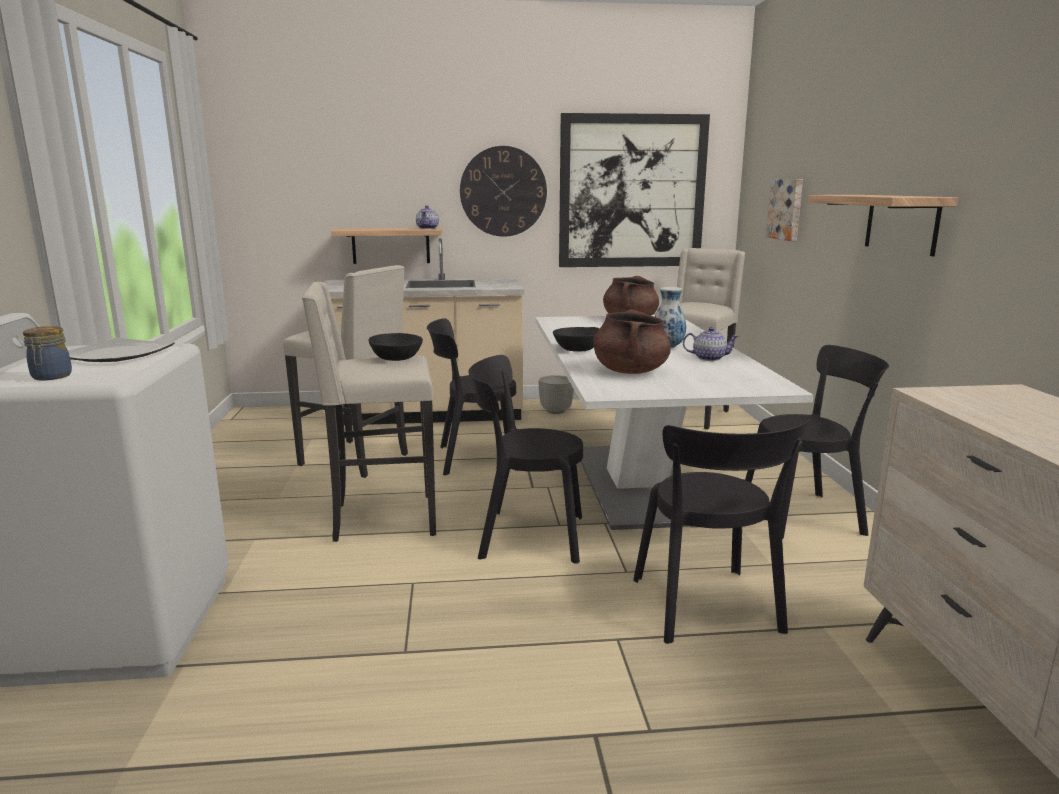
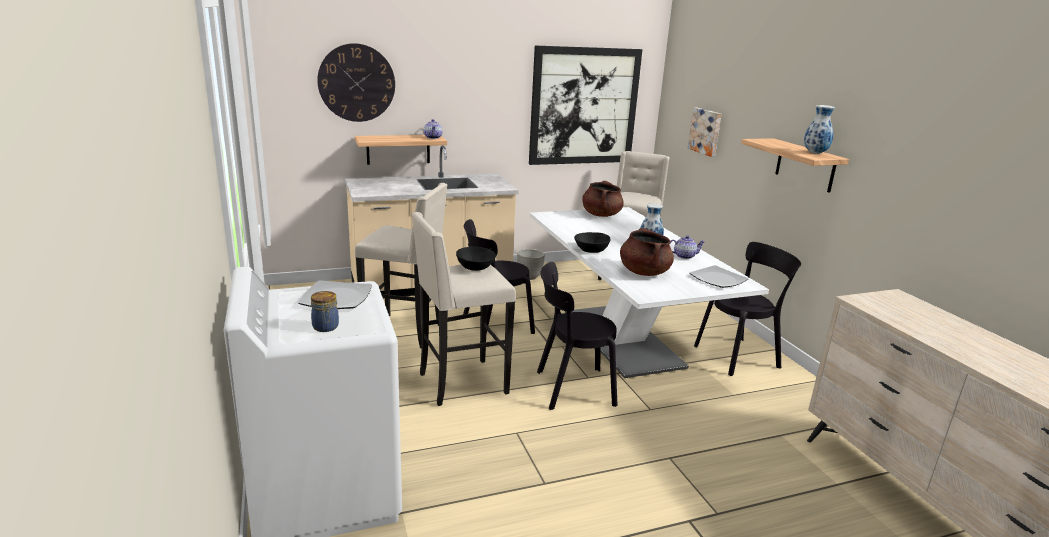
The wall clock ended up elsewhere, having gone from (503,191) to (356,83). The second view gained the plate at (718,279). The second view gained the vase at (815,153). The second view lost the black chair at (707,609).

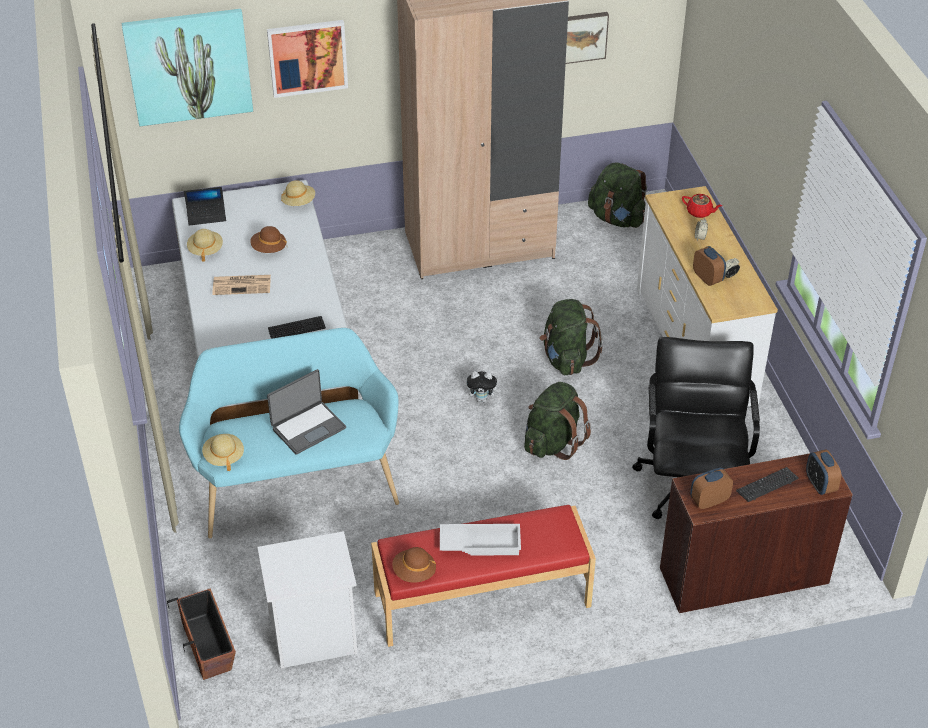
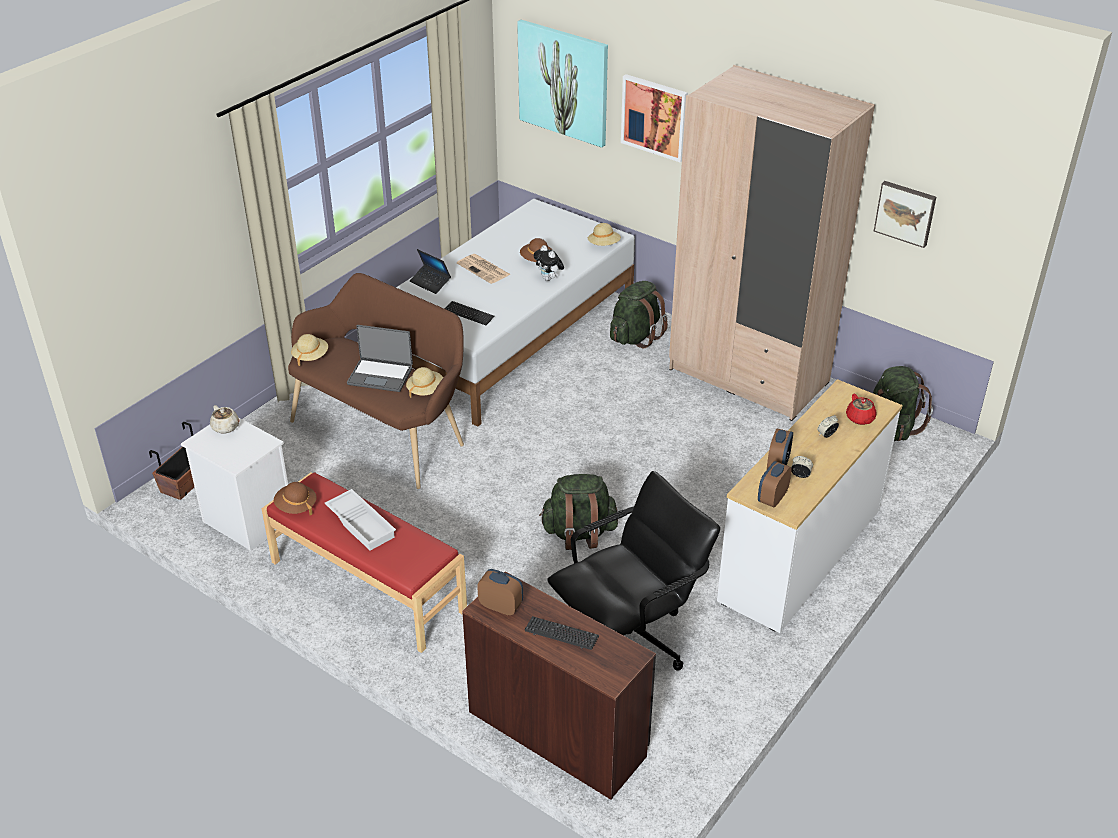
The second view gained the beige teapot at (226,427). What was the turquoise bench at (296,484) turned into the brown bench at (384,431). The beige hat ended up elsewhere, having gone from (205,250) to (425,390). The laptop ended up elsewhere, having gone from (206,216) to (430,283). The plush toy ended up elsewhere, having gone from (482,399) to (549,279). The green backpack ended up elsewhere, having gone from (566,359) to (636,337). The alarm clock ended up elsewhere, having gone from (820,485) to (772,498).

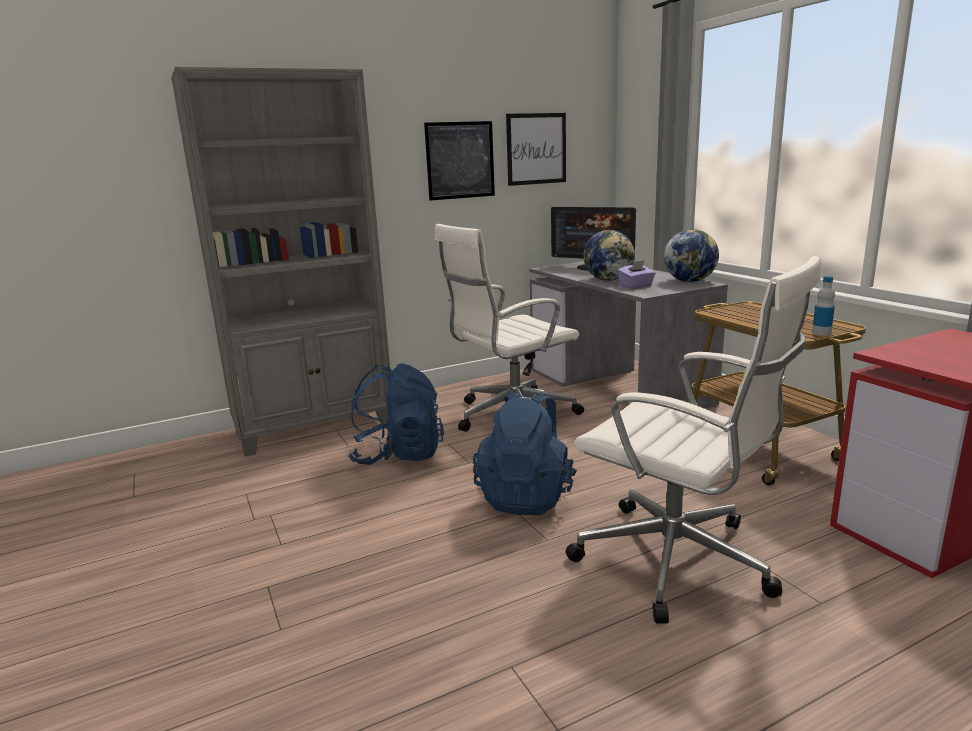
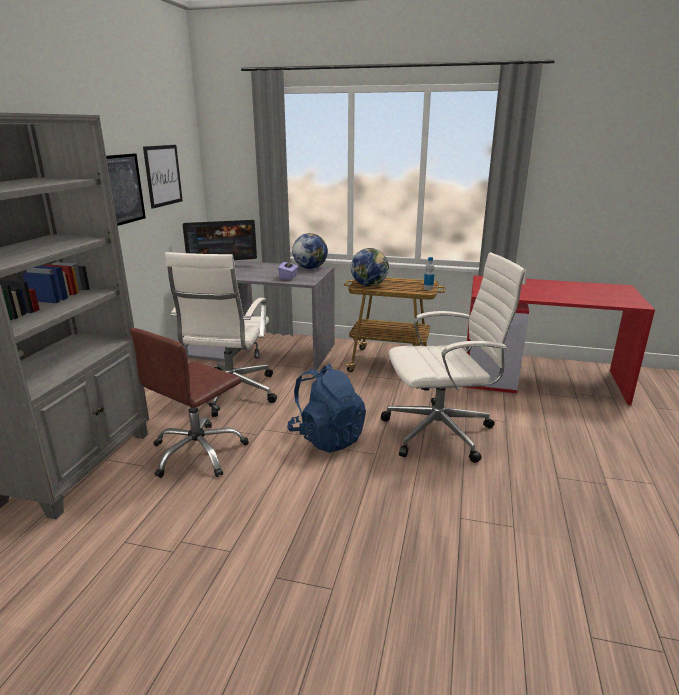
Where the blue backpack stood at (398,455), the brown office chair came to stand at (198,453). The globe ended up elsewhere, having gone from (608,280) to (369,285).

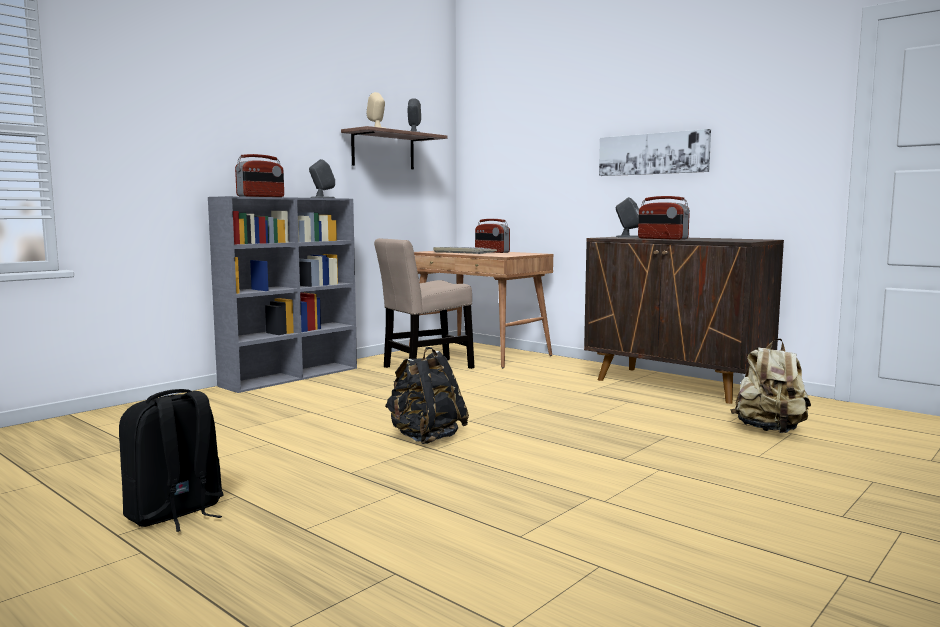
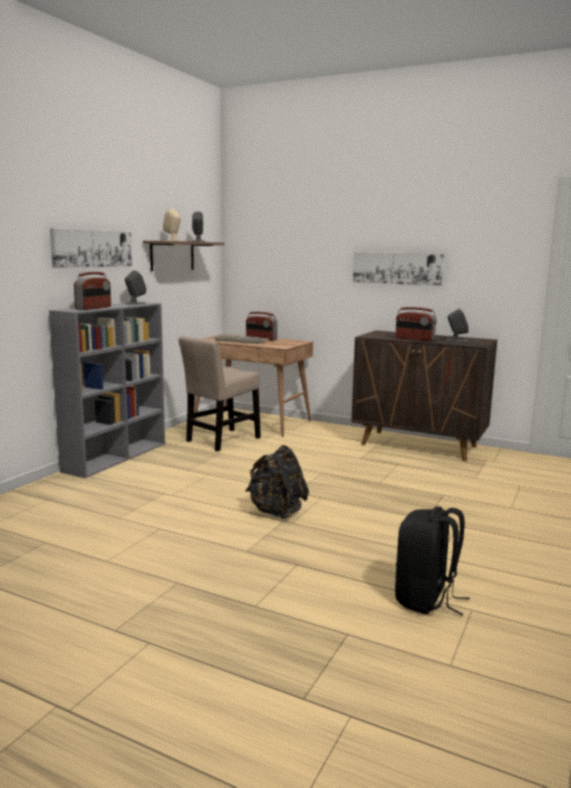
The second view gained the picture at (92,248). The black backpack ended up elsewhere, having gone from (175,514) to (426,599). The grey speaker ended up elsewhere, having gone from (628,237) to (457,340). The second view lost the beige backpack at (770,430).

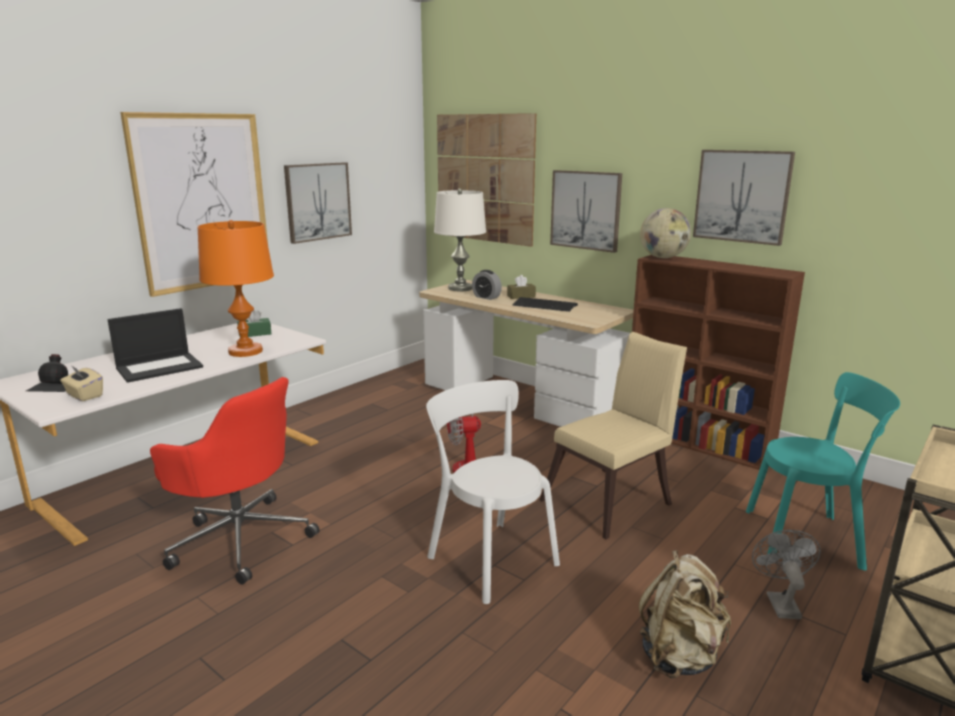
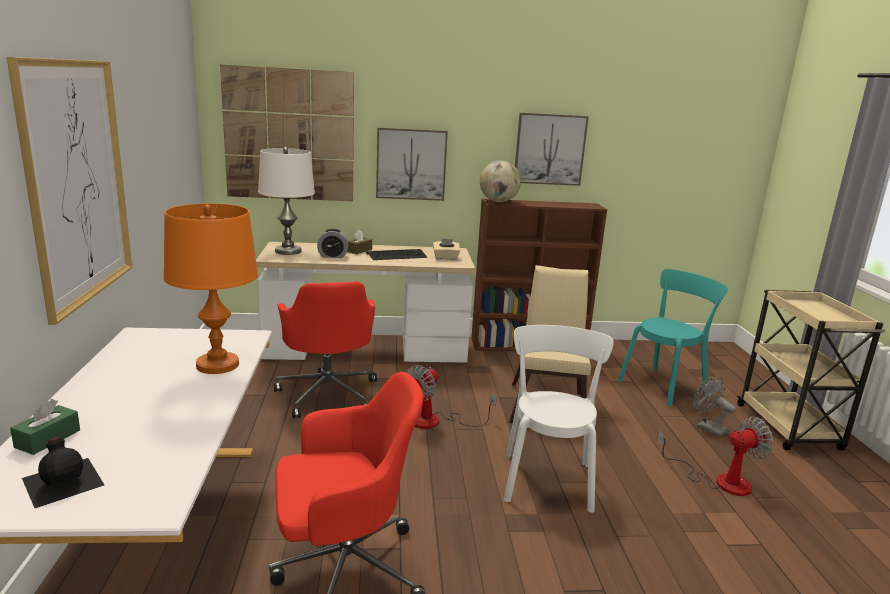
The green tissue box ended up elsewhere, having gone from (255,334) to (48,439). The second view gained the red office chair at (328,393). The beige tissue box ended up elsewhere, having gone from (84,395) to (445,258). The white chair at (489,557) ended up facing another way, 90 degrees clockwise from before. Where the beige backpack stood at (680,655), the fan came to stand at (719,481). The second view lost the laptop at (160,367). The second view lost the picture at (318,201).

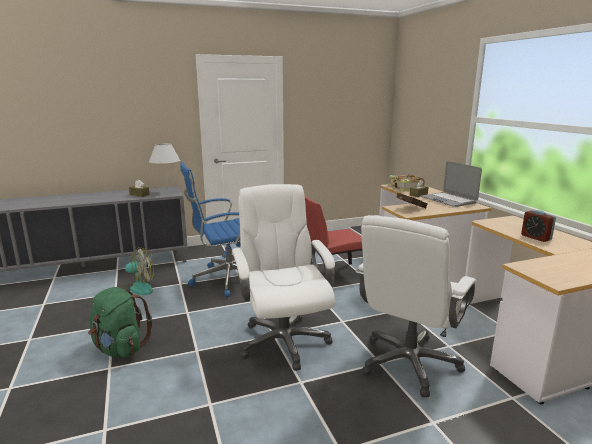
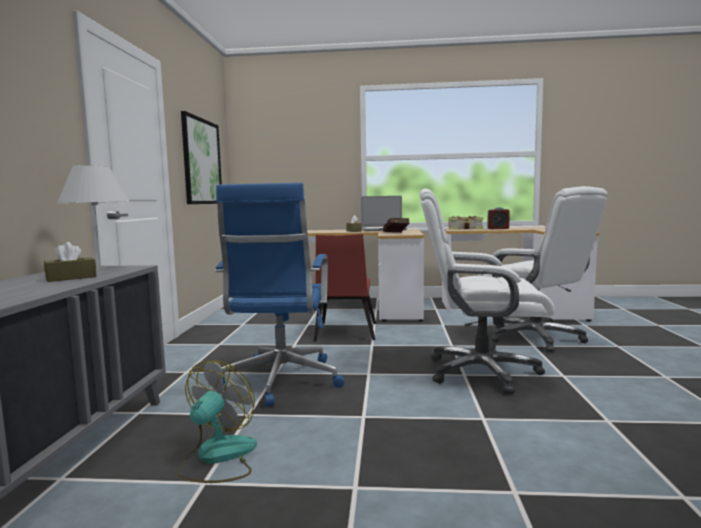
The second view gained the picture at (201,162). The book ended up elsewhere, having gone from (405,188) to (465,229). The second view lost the green backpack at (120,348).

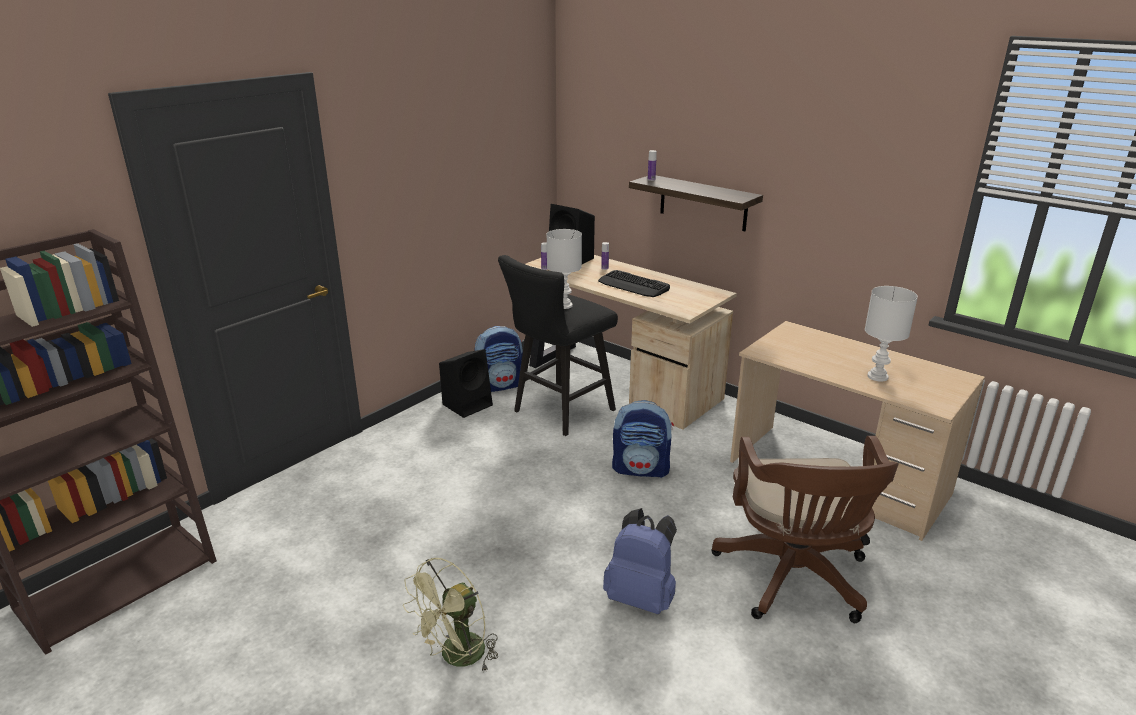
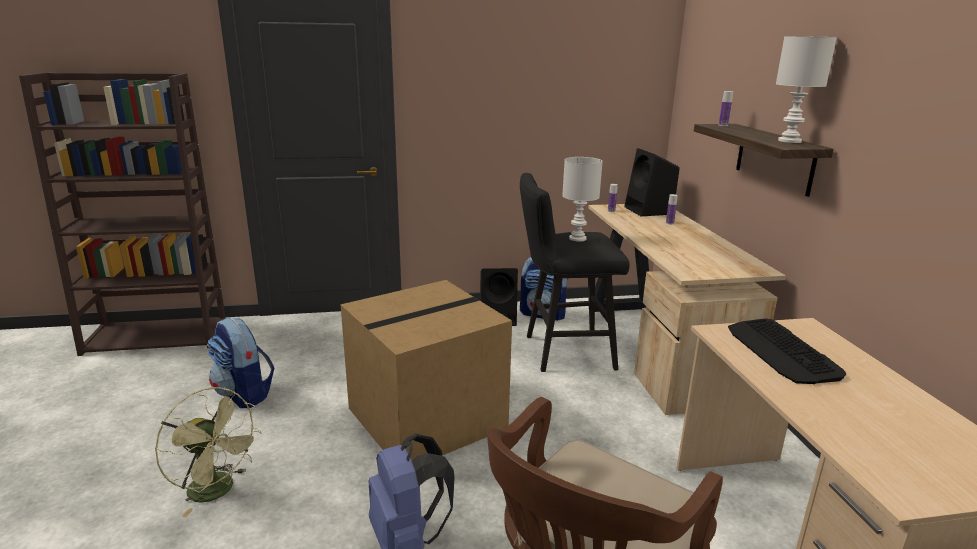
The green fan at (456,658) ended up facing another way, 135 degrees counterclockwise from before. The backpack ended up elsewhere, having gone from (641,469) to (244,394). The second view gained the cardboard box at (427,416). The keyboard ended up elsewhere, having gone from (633,285) to (781,351). The white table lamp ended up elsewhere, having gone from (877,377) to (788,141).

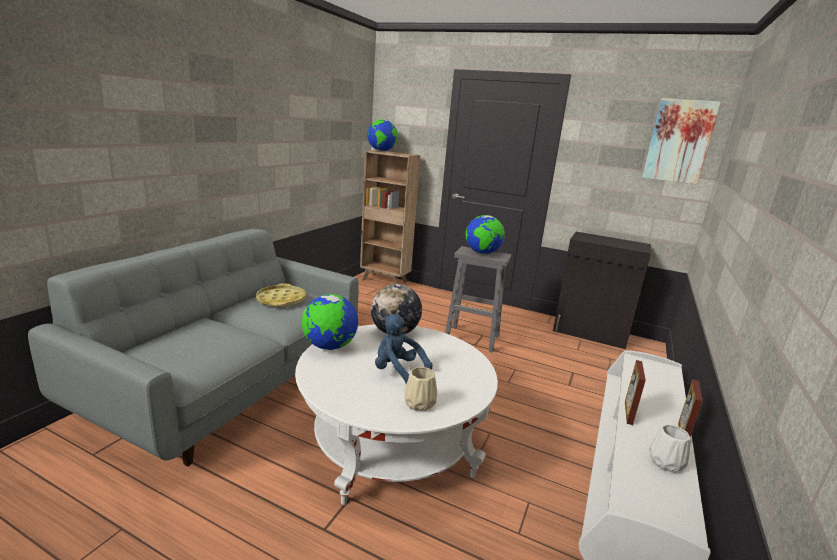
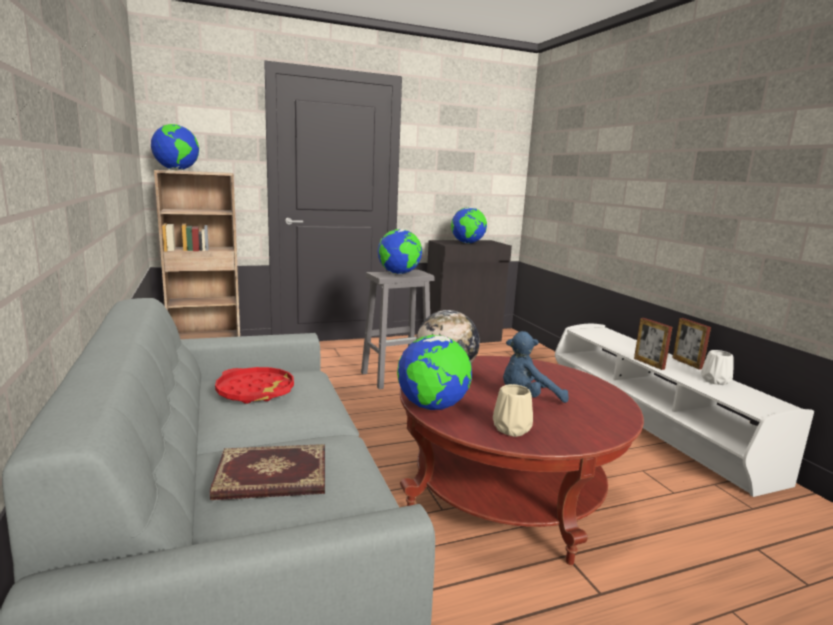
The second view gained the book at (272,478). What was the yellow tray at (281,300) turned into the red tray at (255,391). What was the white coffee table at (392,443) turned into the red coffee table at (507,492). The second view gained the globe at (467,243). The beige vase ended up elsewhere, having gone from (419,404) to (512,429). The second view lost the picture at (679,141).

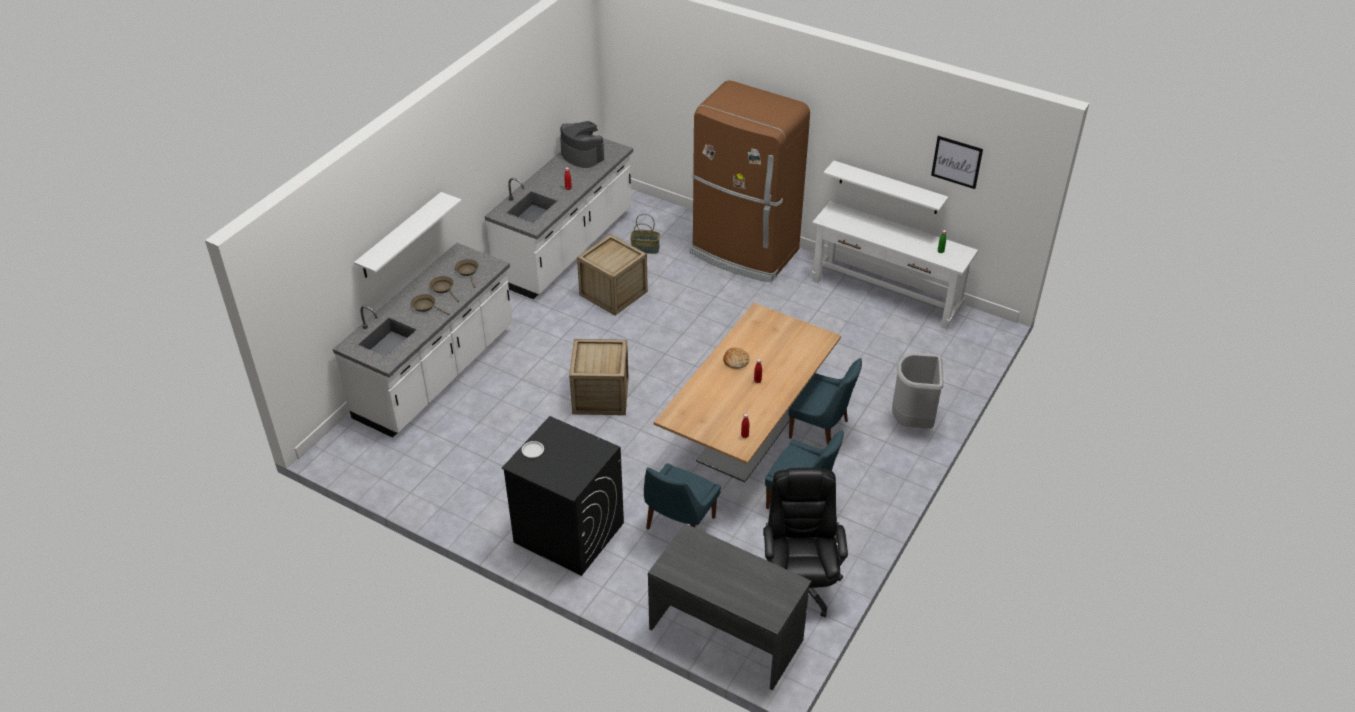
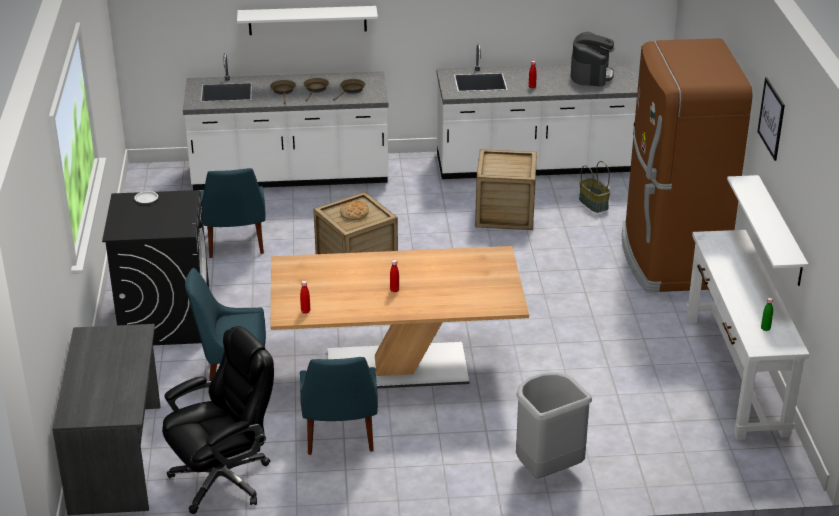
The blue chair ended up elsewhere, having gone from (821,430) to (235,245). The bread ended up elsewhere, having gone from (736,360) to (354,213). The picture ended up elsewhere, having gone from (956,162) to (771,118).

